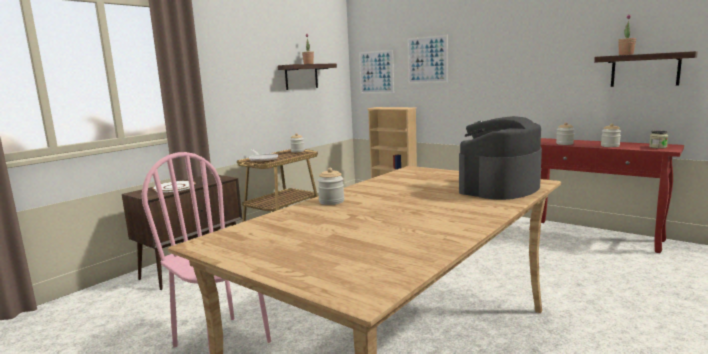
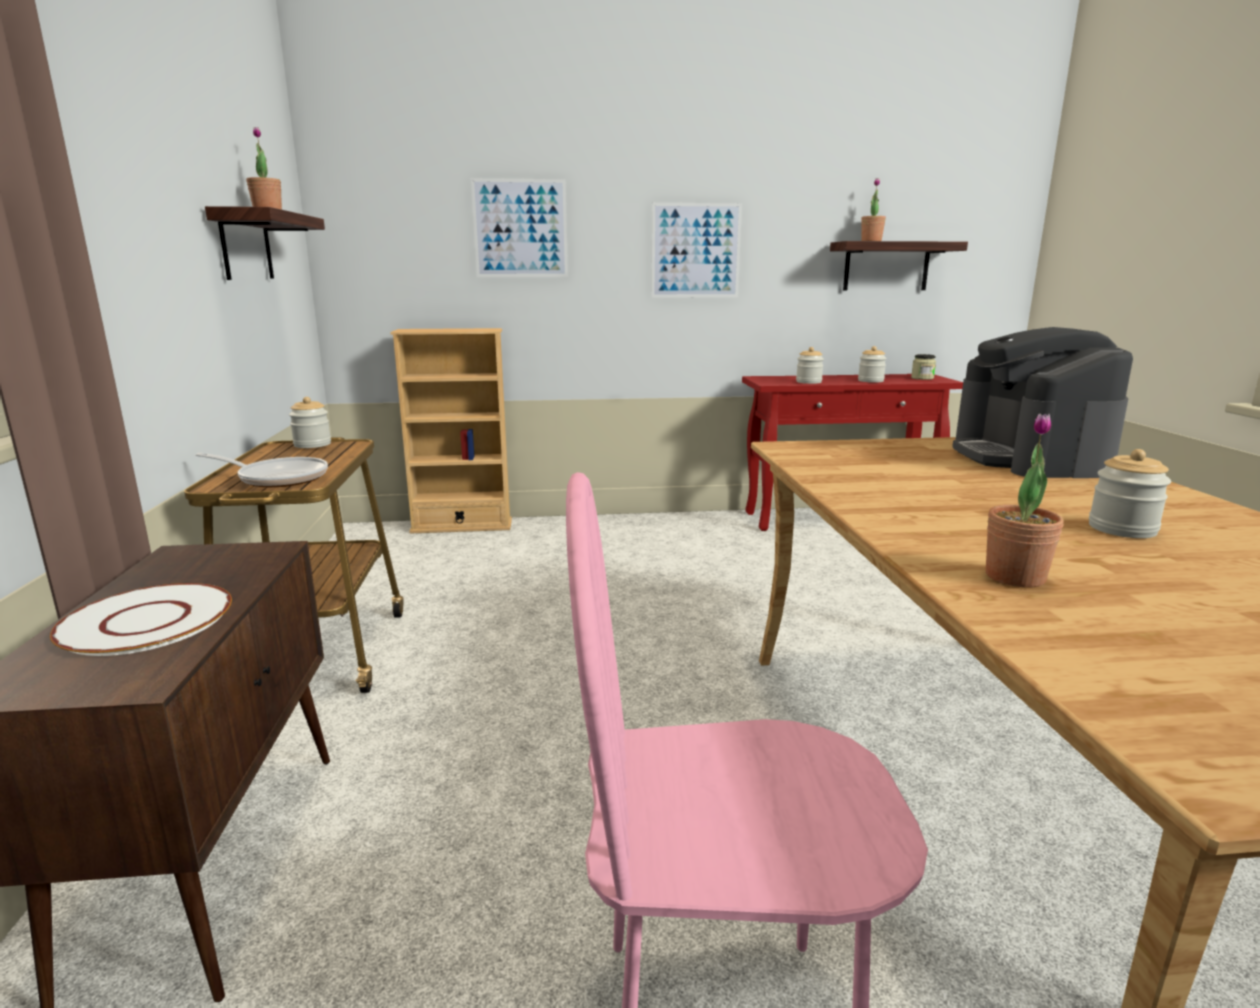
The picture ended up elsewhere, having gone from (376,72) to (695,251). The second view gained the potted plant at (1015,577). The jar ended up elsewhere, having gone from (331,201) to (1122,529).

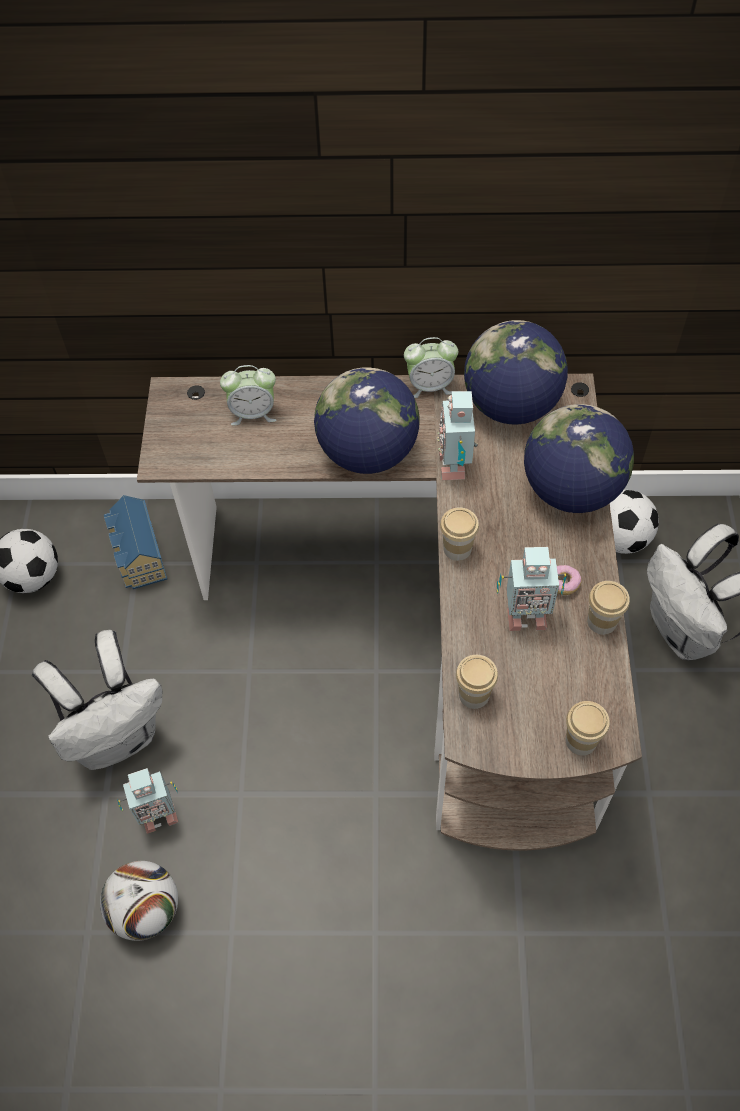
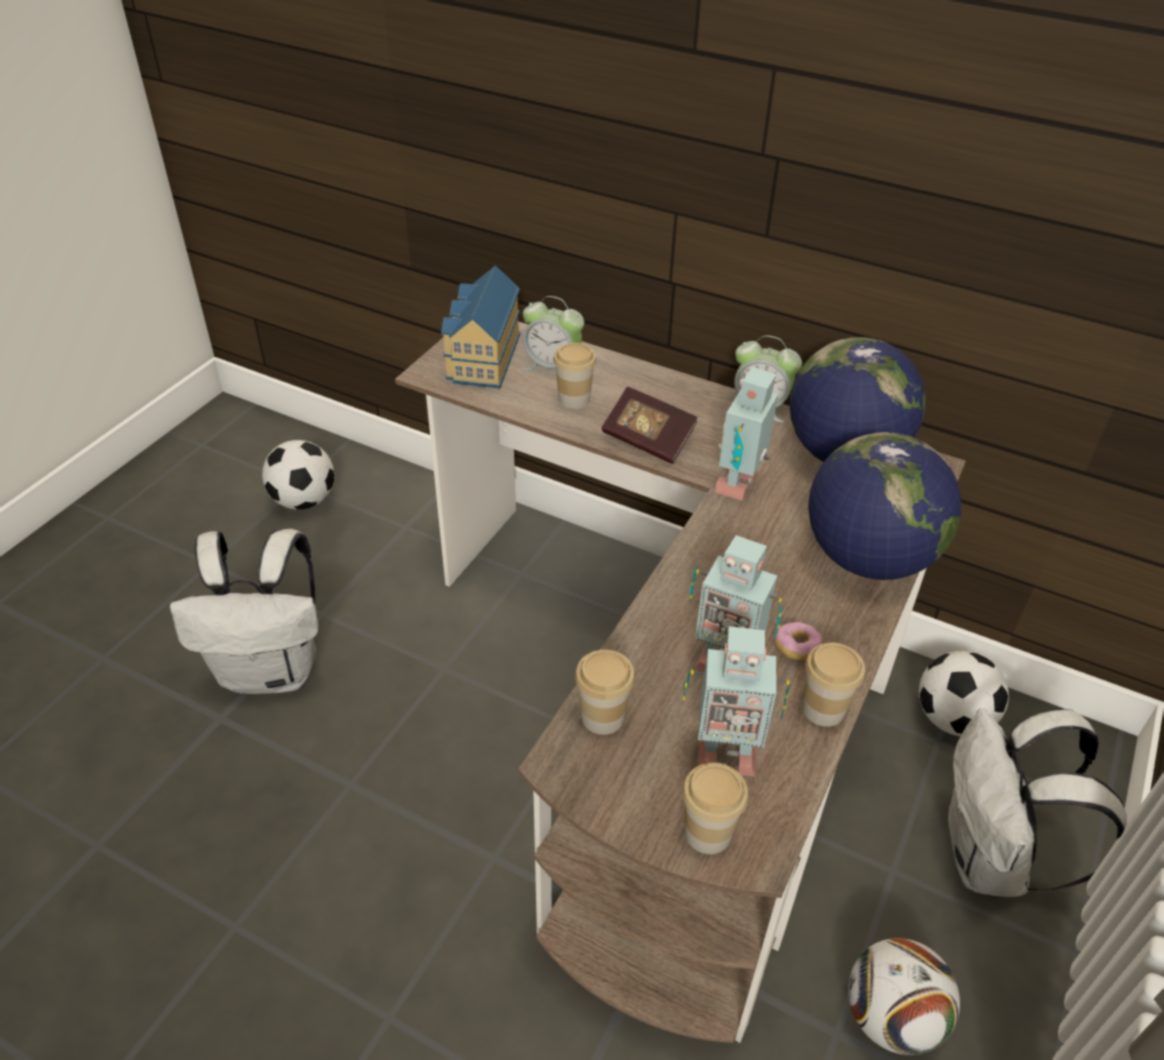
The toy house ended up elsewhere, having gone from (138,557) to (481,358). The cup ended up elsewhere, having gone from (457,548) to (574,399). Where the globe stood at (368,453), the book came to stand at (648,439). The toy robot ended up elsewhere, having gone from (157,815) to (724,752). The football ended up elsewhere, having gone from (146,910) to (891,1018).

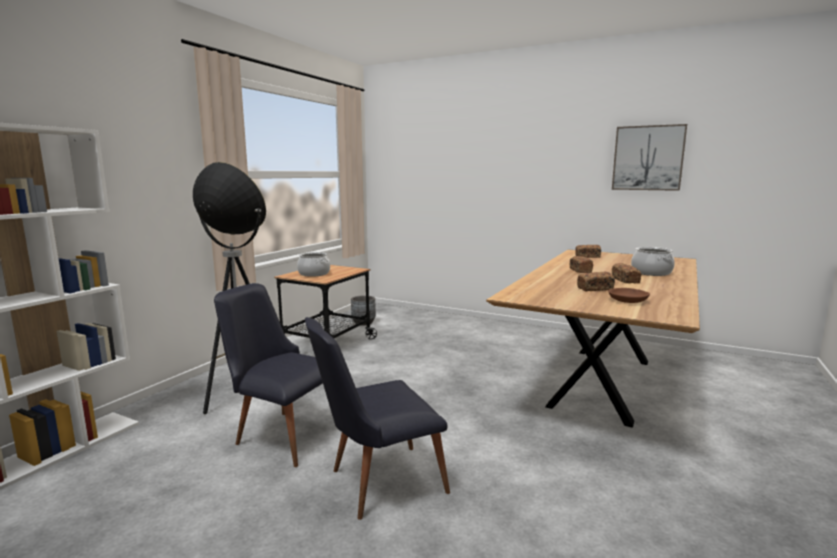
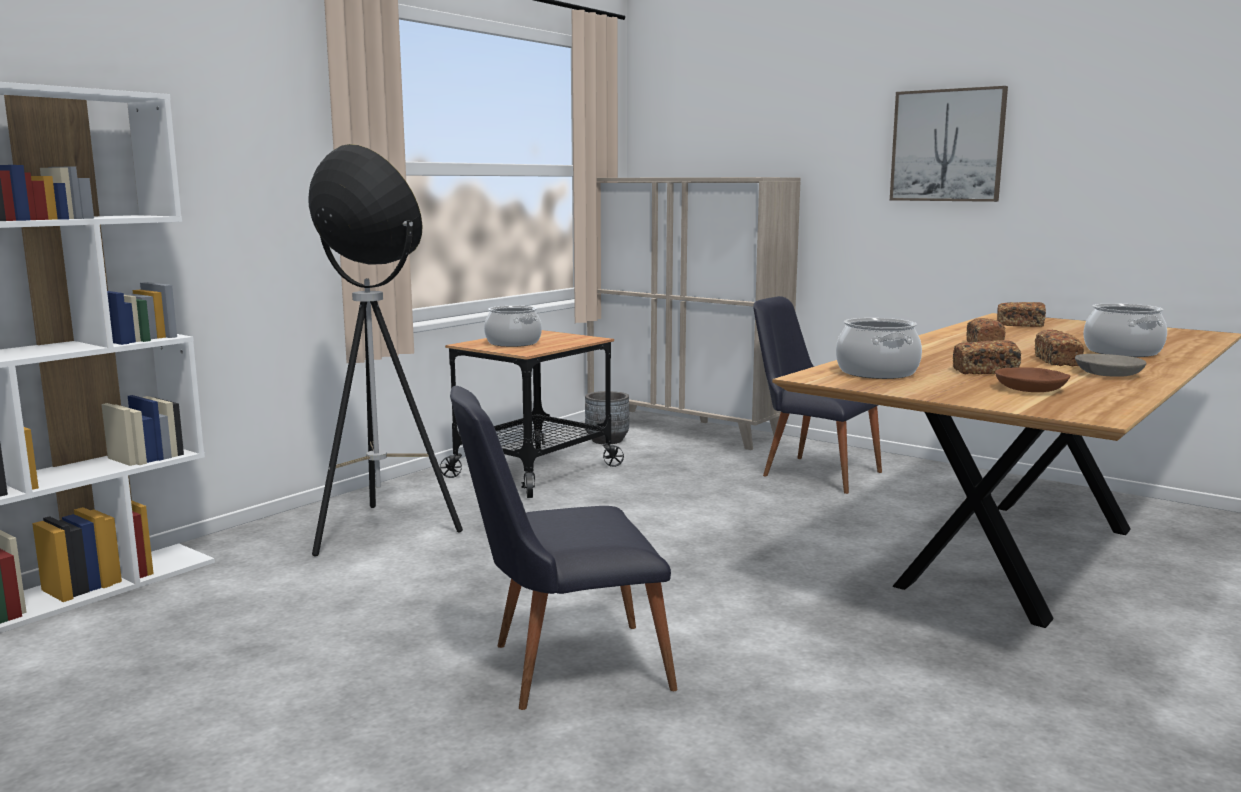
The second view gained the beige cabinet at (686,428). The black chair ended up elsewhere, having gone from (283,433) to (811,471). The second view gained the cooking pot at (877,372). The picture ended up elsewhere, having gone from (648,158) to (947,145). The second view gained the grey bowl at (1107,374).

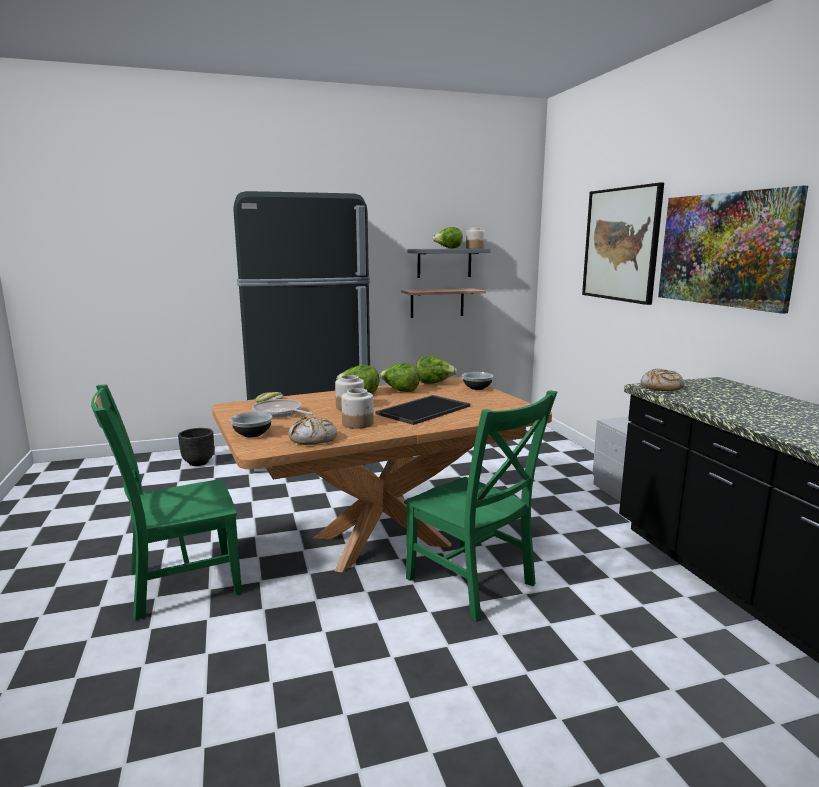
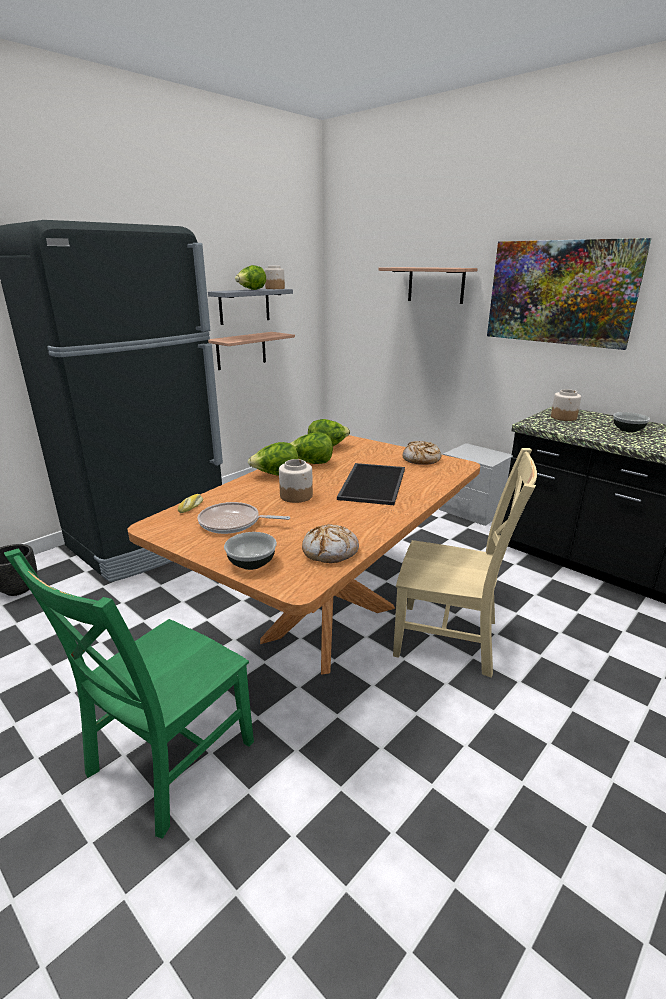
Where the picture hung at (621,244), the shelf came to hang at (436,285). What was the green chair at (473,584) turned into the beige chair at (451,639). The bread ended up elsewhere, having gone from (661,387) to (421,459). The jar ended up elsewhere, having gone from (358,424) to (563,417). The bowl ended up elsewhere, having gone from (477,388) to (627,430).

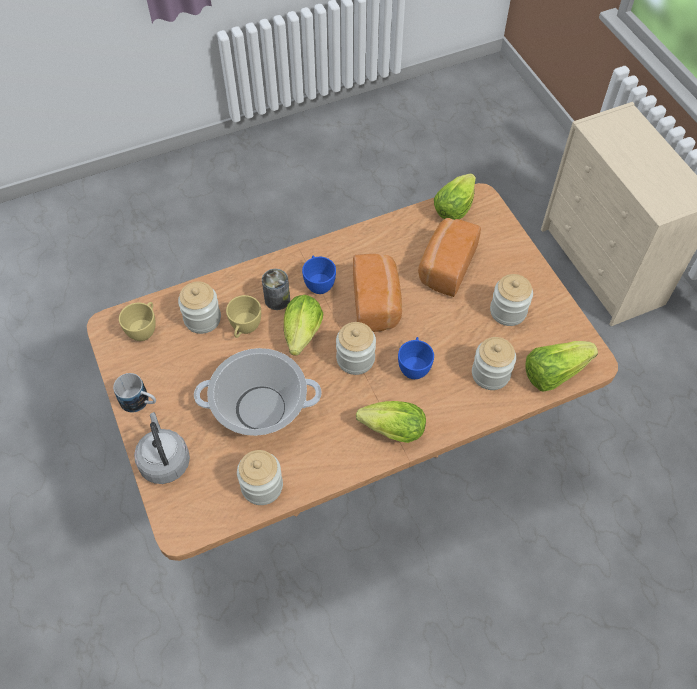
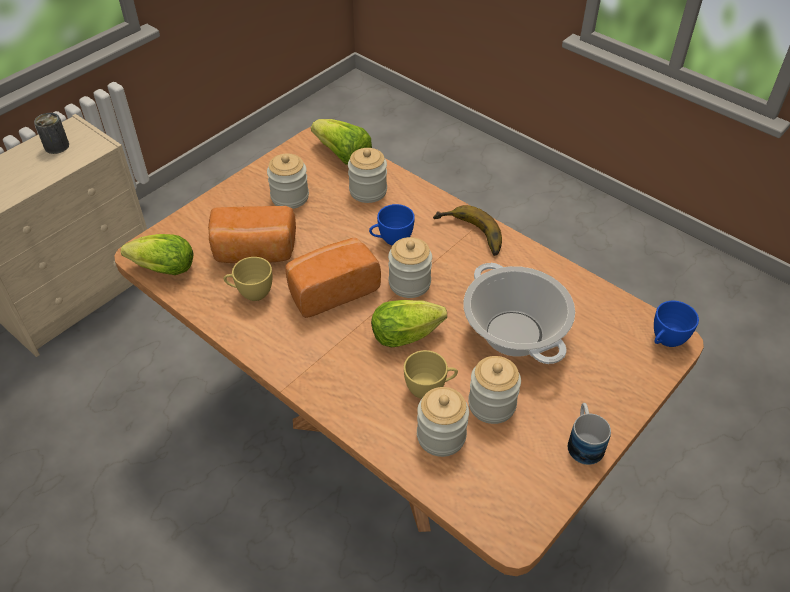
The can ended up elsewhere, having gone from (277,299) to (56,146). The yellow cup ended up elsewhere, having gone from (144,329) to (251,293). Where the lettuce stood at (389,429), the banana came to stand at (468,236). The jar ended up elsewhere, having gone from (262,486) to (492,404). The blue cup ended up elsewhere, having gone from (318,283) to (665,341). The second view lost the grey kettle at (164,460).

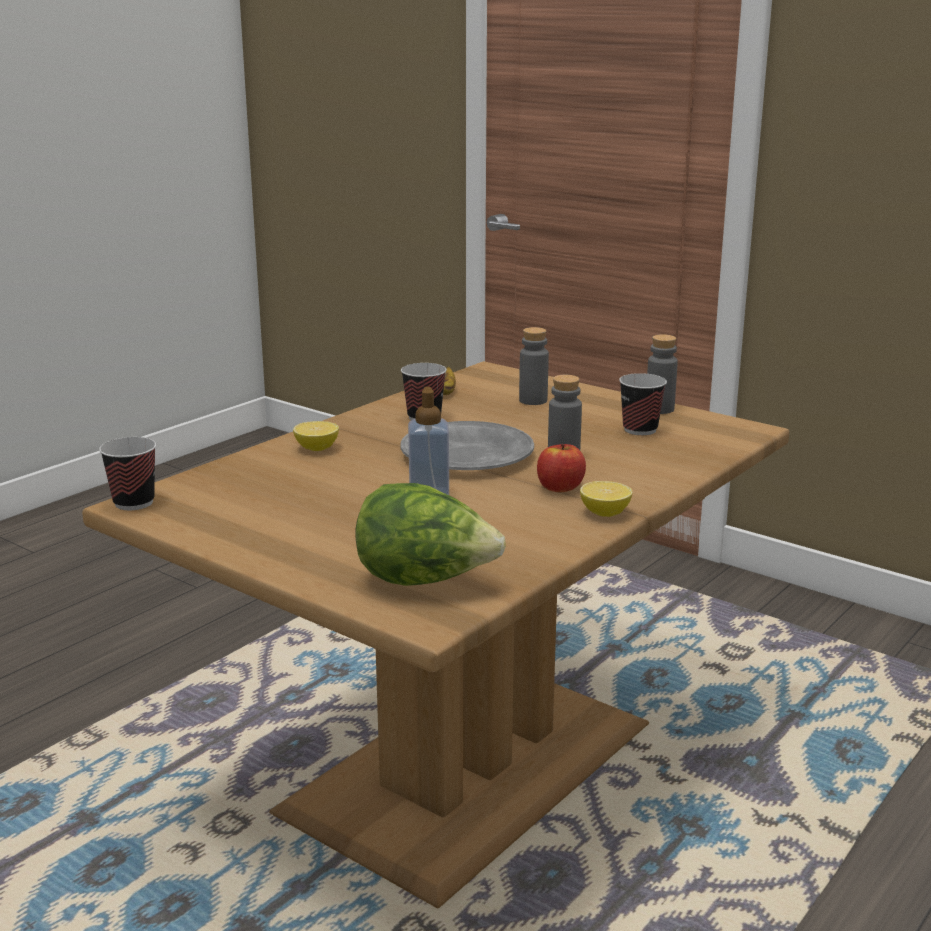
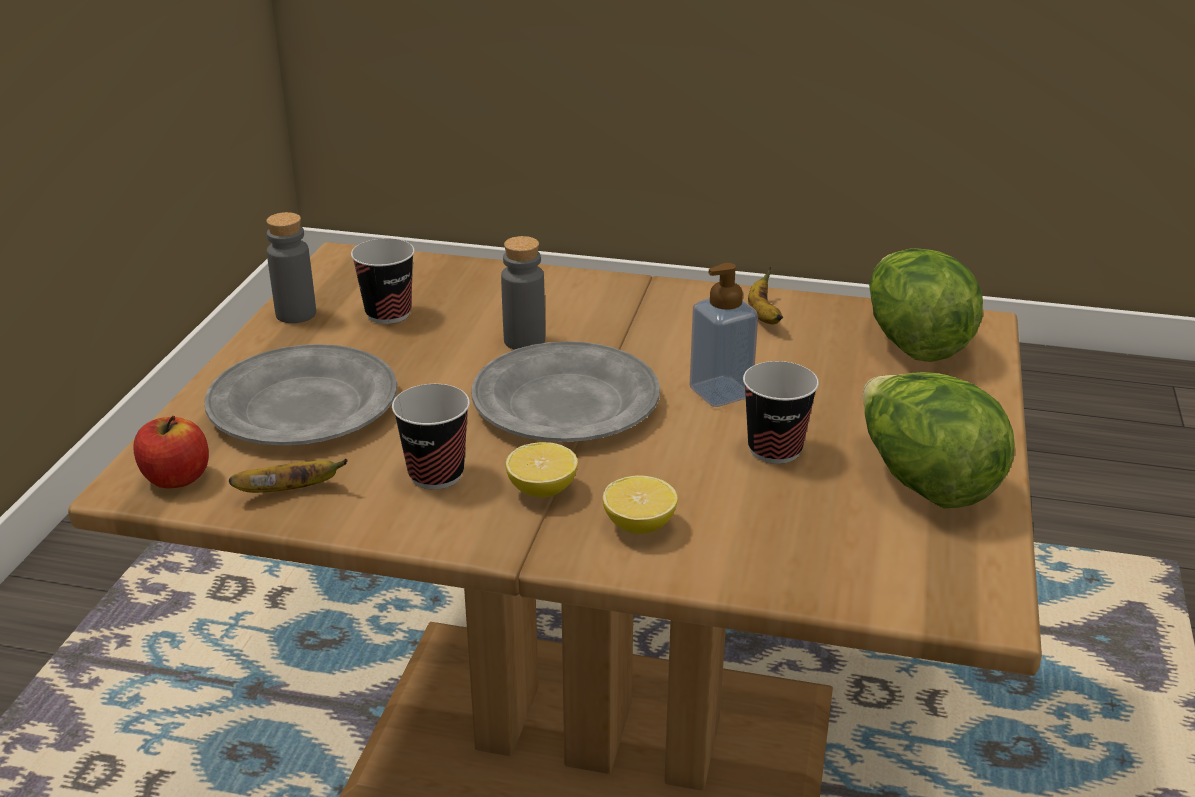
The apple ended up elsewhere, having gone from (560,488) to (176,478). Where the grey bottle stood at (533,400), the grey plate came to stand at (302,405). The lemon ended up elsewhere, having gone from (605,513) to (542,490). The cup ended up elsewhere, having gone from (134,503) to (774,449). The second view gained the banana at (763,315). The second view gained the lettuce at (923,481).

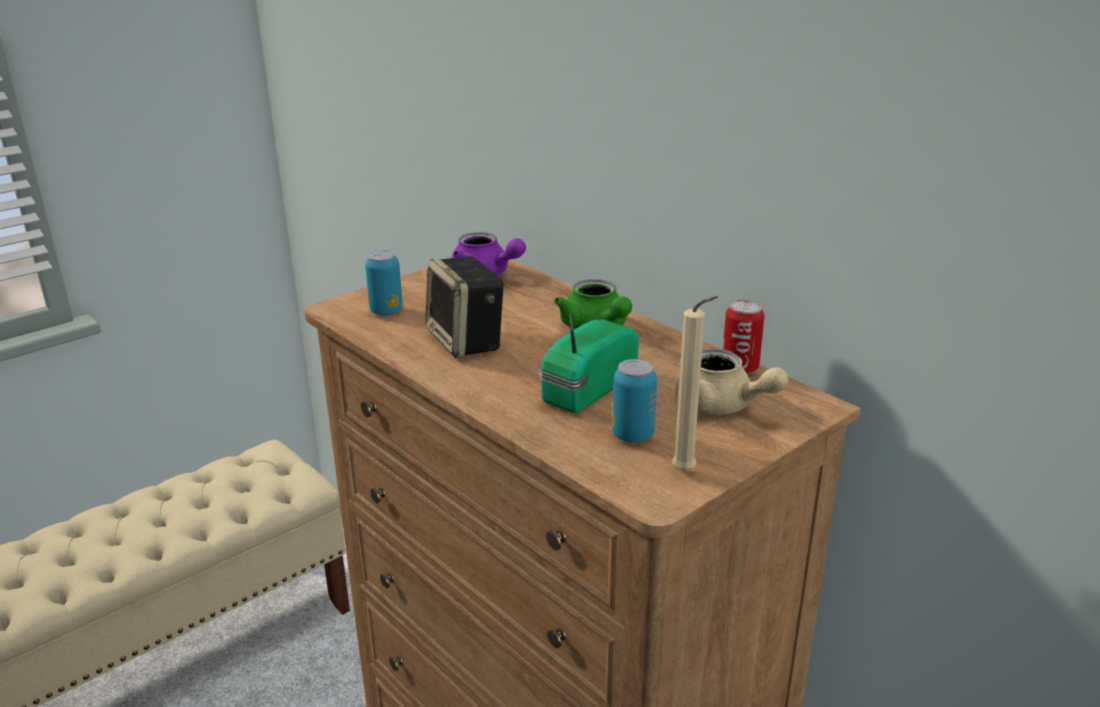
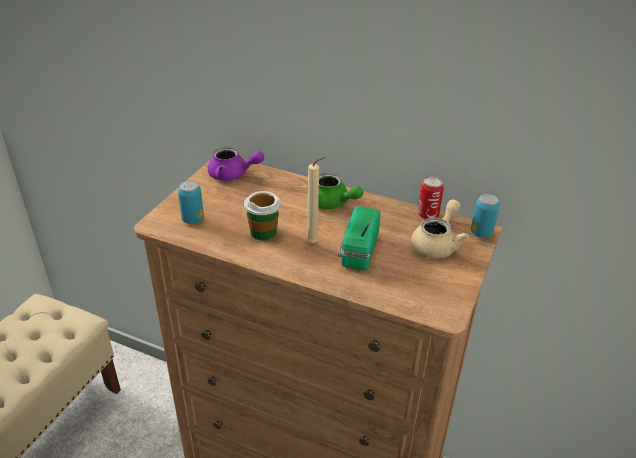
Where the speaker stood at (467,342), the cup came to stand at (263,232). The beige candle ended up elsewhere, having gone from (687,471) to (314,243). The beige teapot at (722,406) ended up facing another way, 75 degrees counterclockwise from before. The can ended up elsewhere, having gone from (633,435) to (481,233).

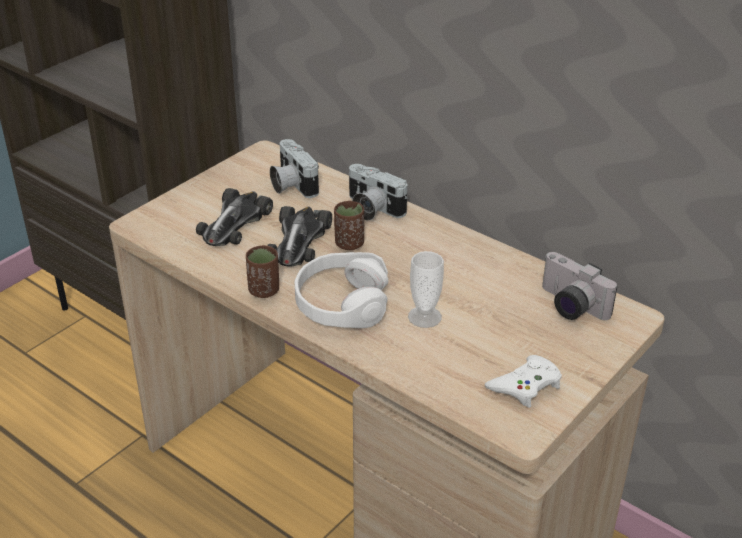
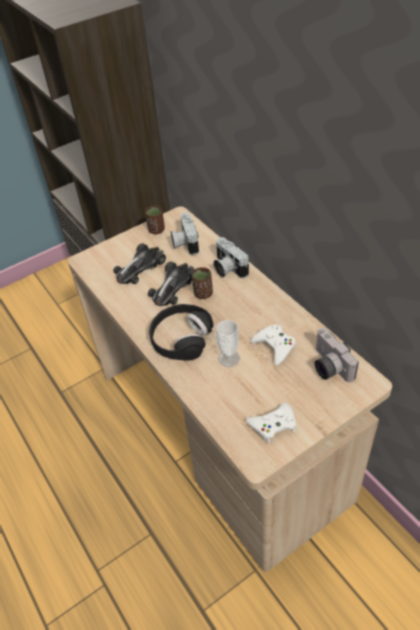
The brown cup ended up elsewhere, having gone from (264,291) to (156,230). What was the white headphones at (341,302) turned into the black headphones at (181,338). The second view gained the white game controller at (274,346).

